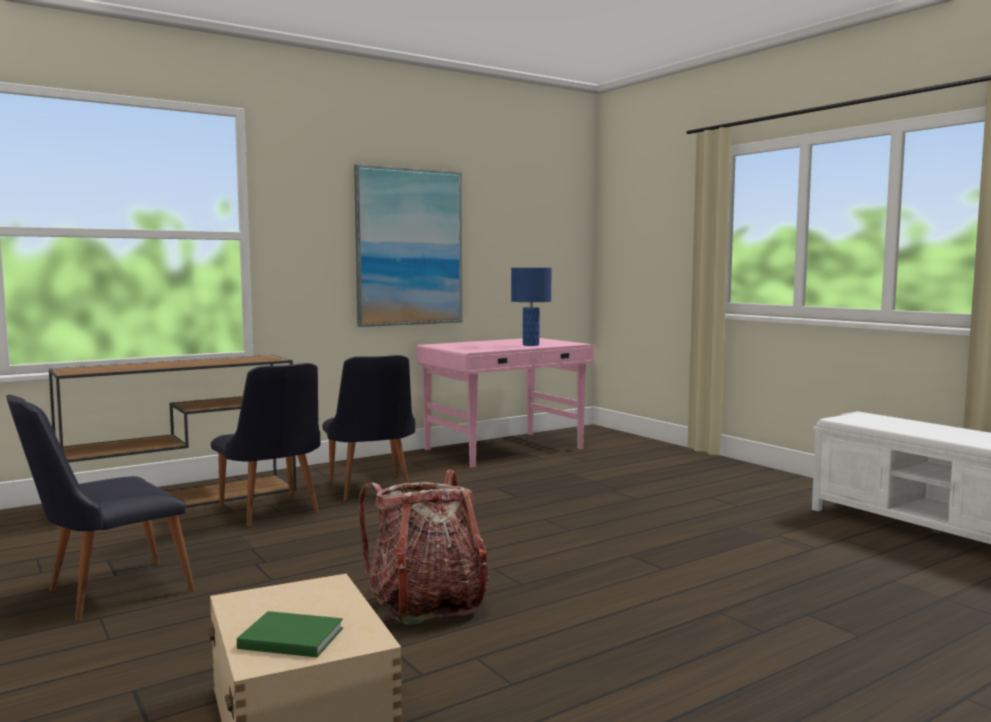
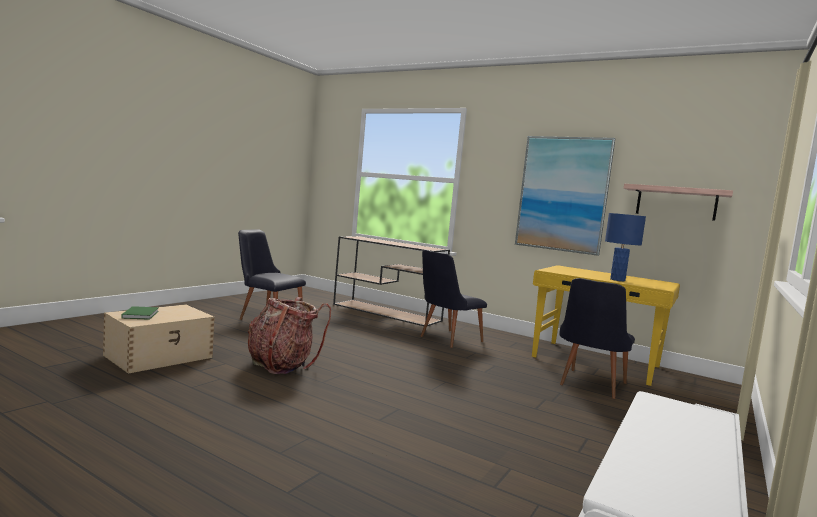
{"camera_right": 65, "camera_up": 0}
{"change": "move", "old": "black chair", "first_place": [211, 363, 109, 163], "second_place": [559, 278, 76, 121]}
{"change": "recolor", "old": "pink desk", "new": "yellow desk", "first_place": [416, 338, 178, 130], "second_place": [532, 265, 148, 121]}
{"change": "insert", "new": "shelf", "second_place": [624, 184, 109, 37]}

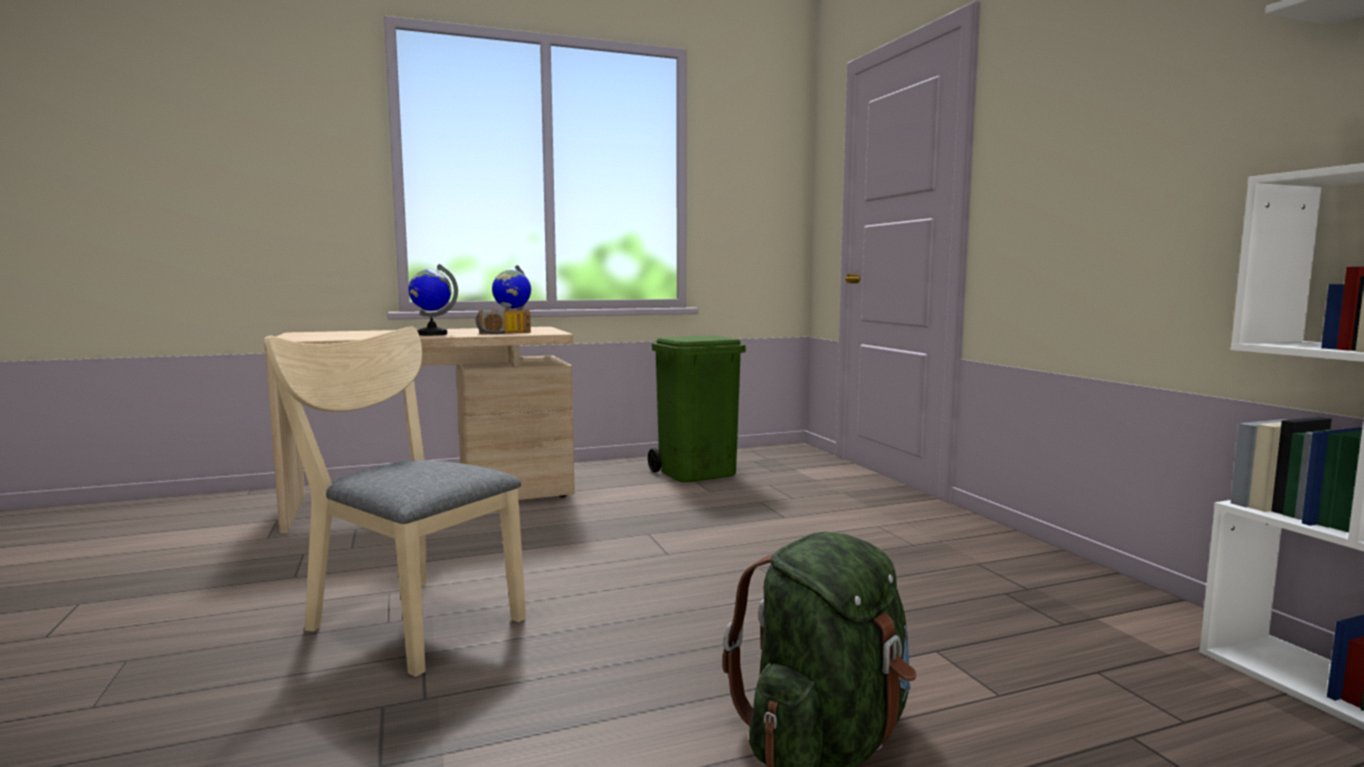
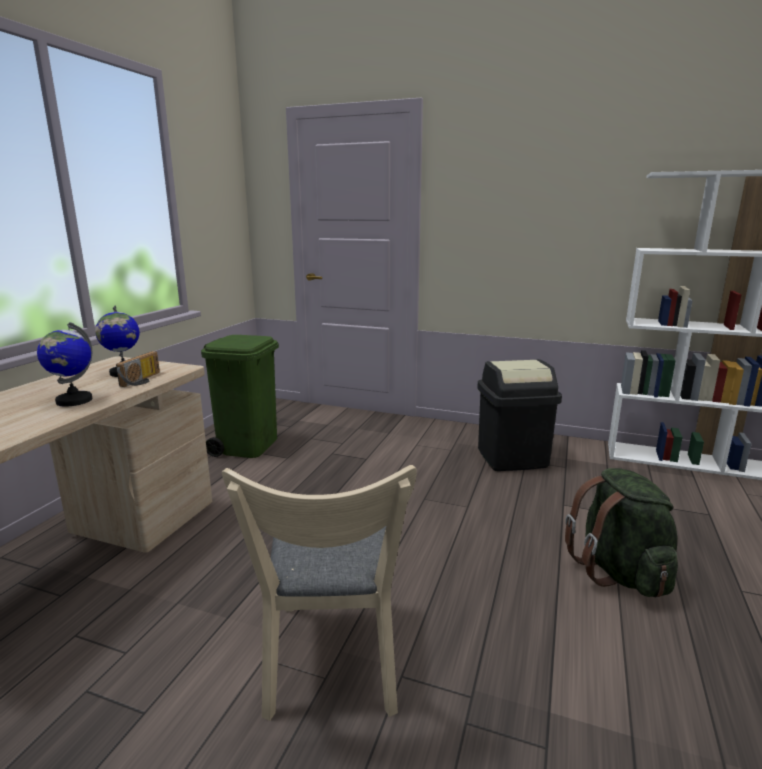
{"camera_right": -50, "camera_up": 10}
{"change": "rotate", "old": "beige chair", "first_place": [264, 327, 262, 350], "second_place": [222, 465, 195, 256], "degrees": -75}
{"change": "insert", "new": "black trash can", "second_place": [477, 359, 85, 112]}

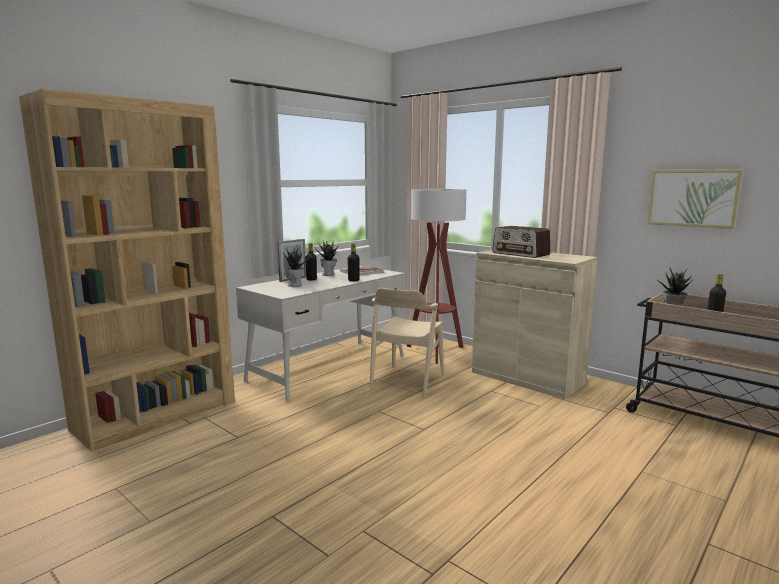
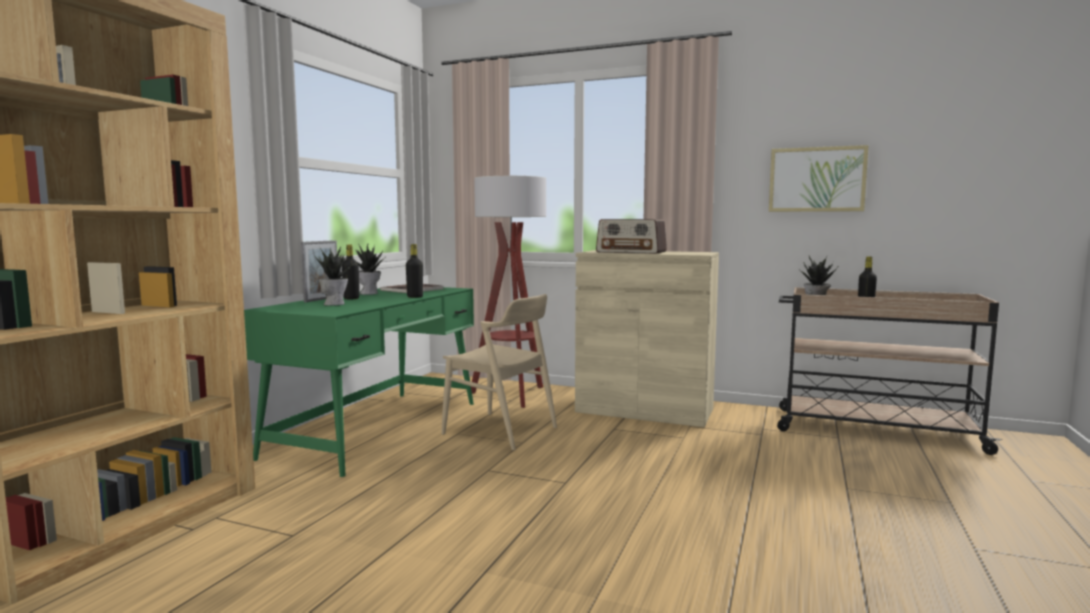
{"camera_right": -20, "camera_up": -5}
{"change": "recolor", "old": "white desk", "new": "green desk", "first_place": [236, 266, 169, 136], "second_place": [244, 287, 230, 190]}
{"change": "rotate", "old": "beige chair", "first_place": [370, 288, 74, 109], "second_place": [441, 294, 116, 156], "degrees": -60}

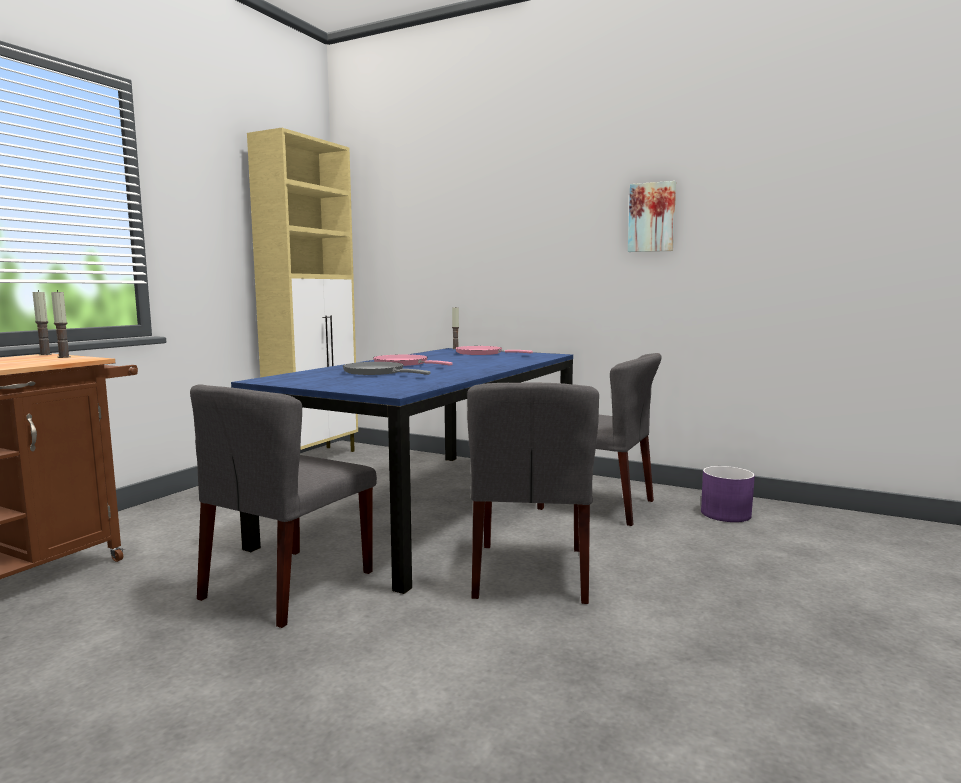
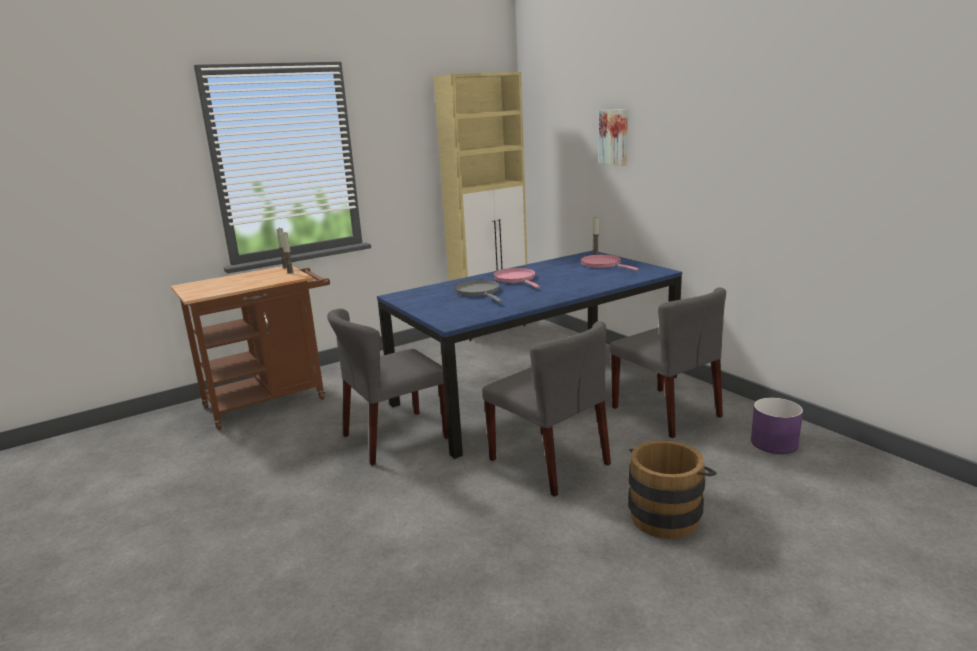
{"camera_right": 30, "camera_up": 10}
{"change": "rotate", "old": "grey chair", "first_place": [467, 383, 132, 221], "second_place": [482, 321, 129, 176], "degrees": -75}
{"change": "move", "old": "picture", "first_place": [628, 181, 48, 71], "second_place": [599, 109, 29, 57]}
{"change": "insert", "new": "brown bucket", "second_place": [628, 440, 89, 99]}

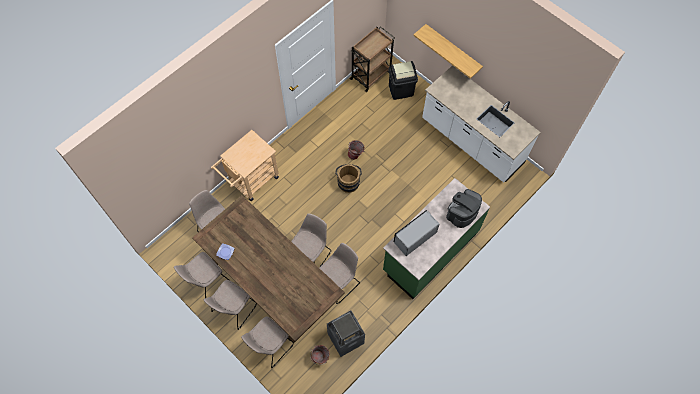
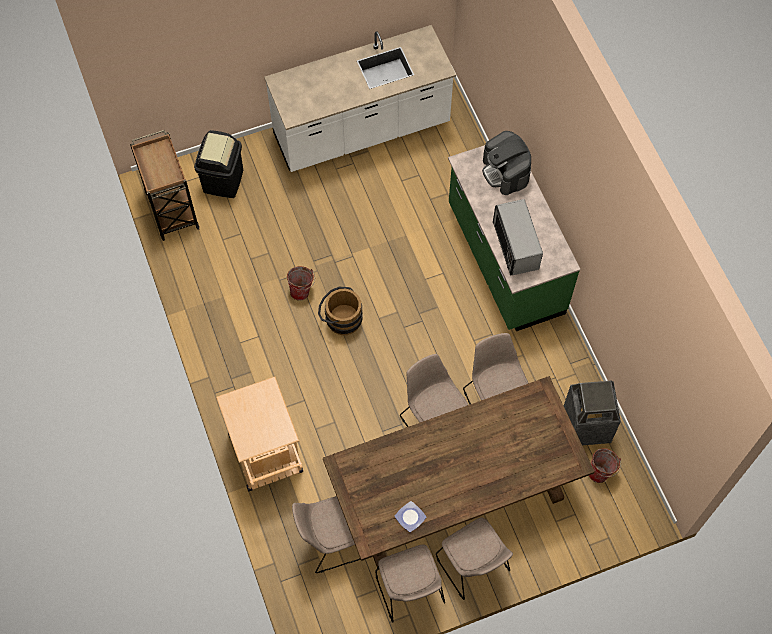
{"camera_right": -65, "camera_up": 0}
{"change": "delete", "old": "beige chair", "first_place": [241, 316, 53, 52]}
{"change": "delete", "old": "shelf", "first_place": [413, 24, 70, 55]}

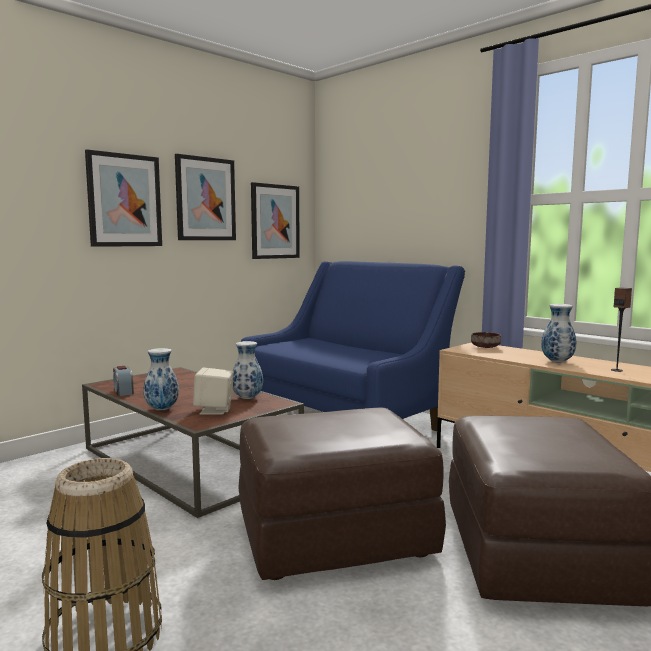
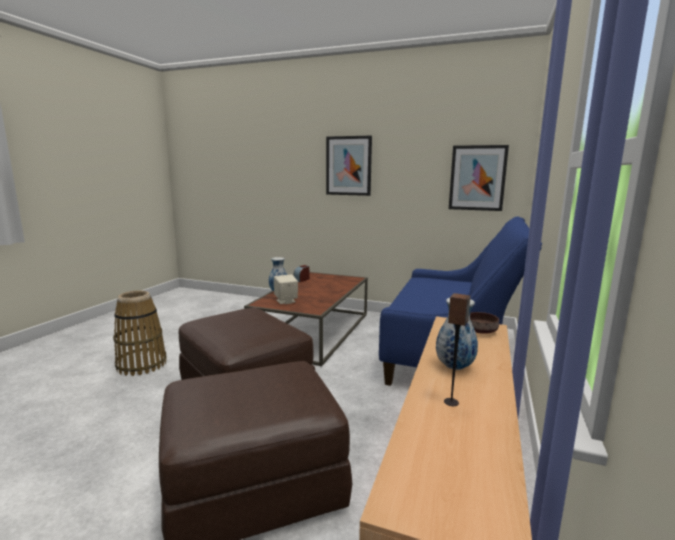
{"camera_right": 65, "camera_up": 5}
{"change": "delete", "old": "picture", "first_place": [175, 154, 61, 86]}
{"change": "delete", "old": "vase", "first_place": [233, 341, 30, 58]}

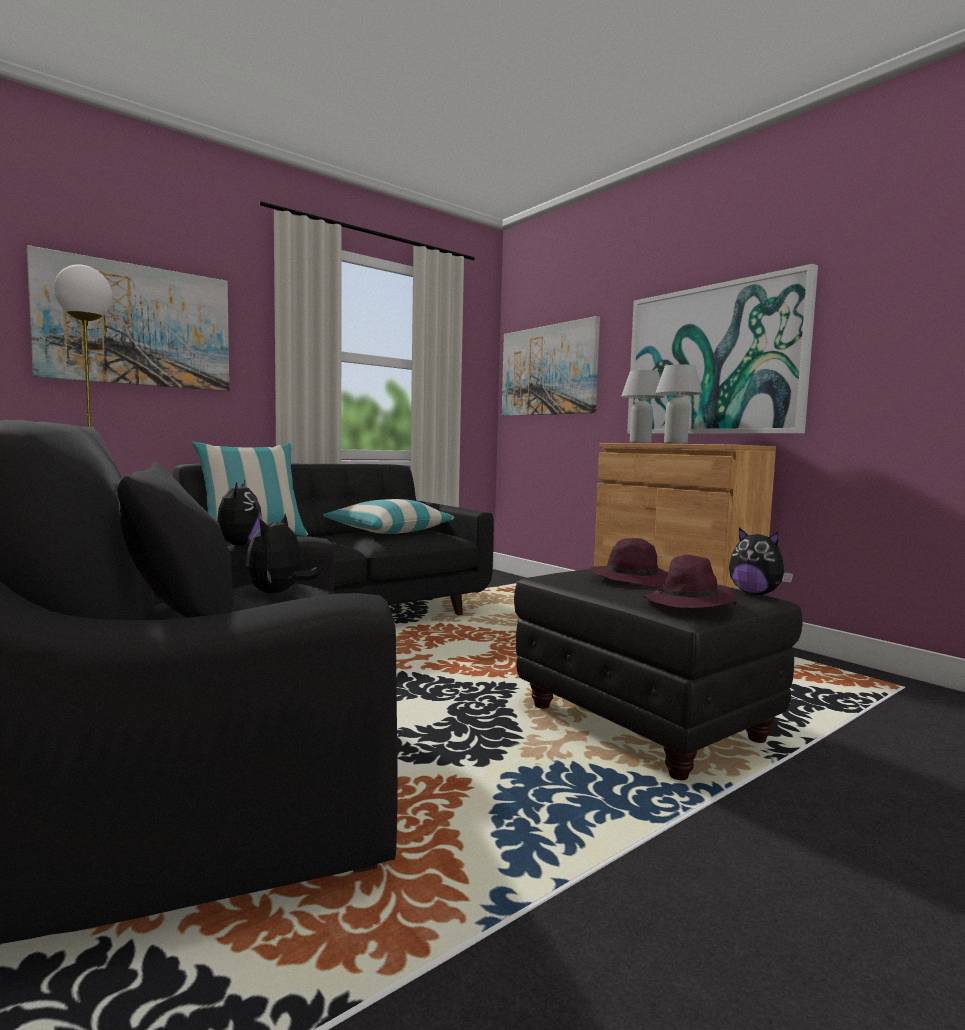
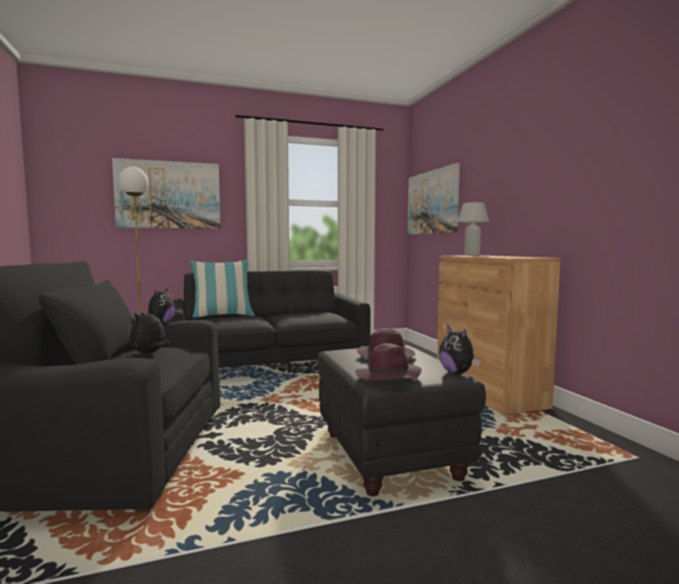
{"camera_right": 20, "camera_up": 0}
{"change": "delete", "old": "pillow", "first_place": [323, 499, 131, 35]}
{"change": "delete", "old": "picture", "first_place": [627, 264, 191, 170]}
{"change": "delete", "old": "white table lamp", "first_place": [655, 364, 48, 80]}

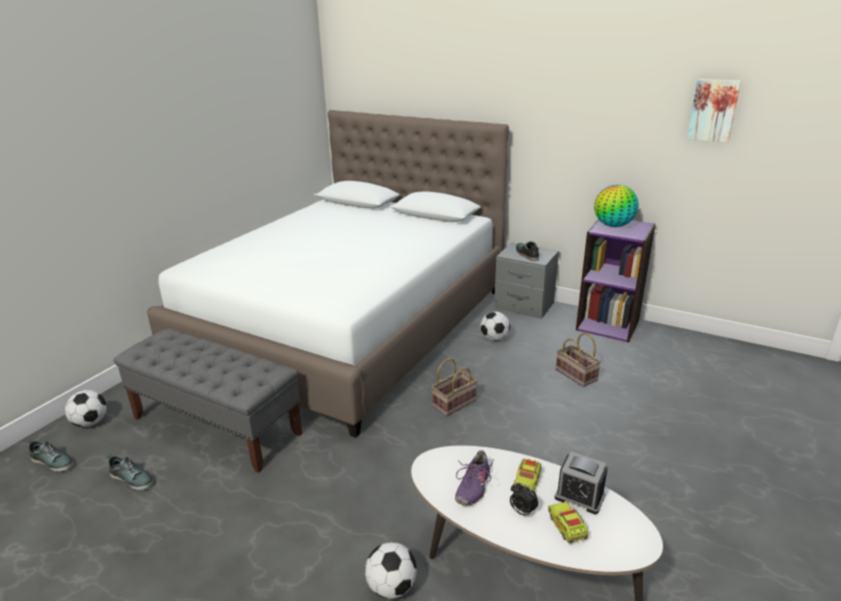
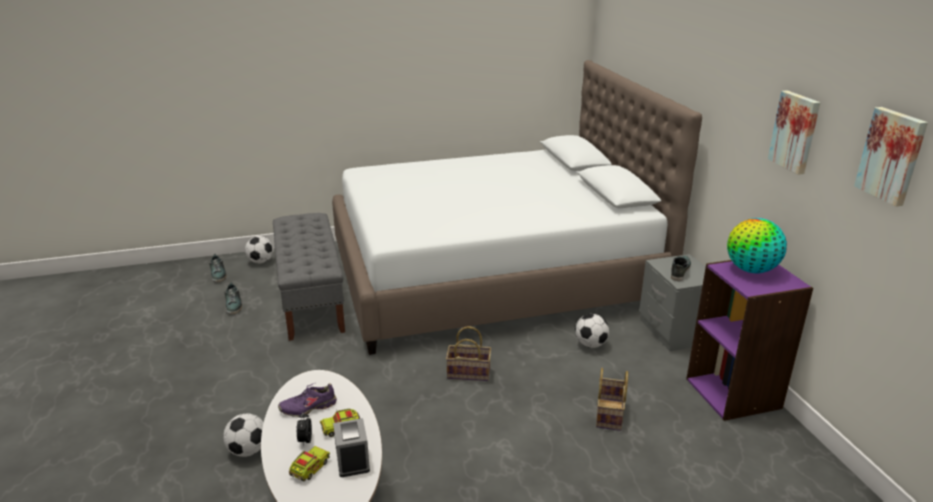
{"camera_right": 45, "camera_up": 0}
{"change": "insert", "new": "picture", "second_place": [768, 90, 53, 85]}

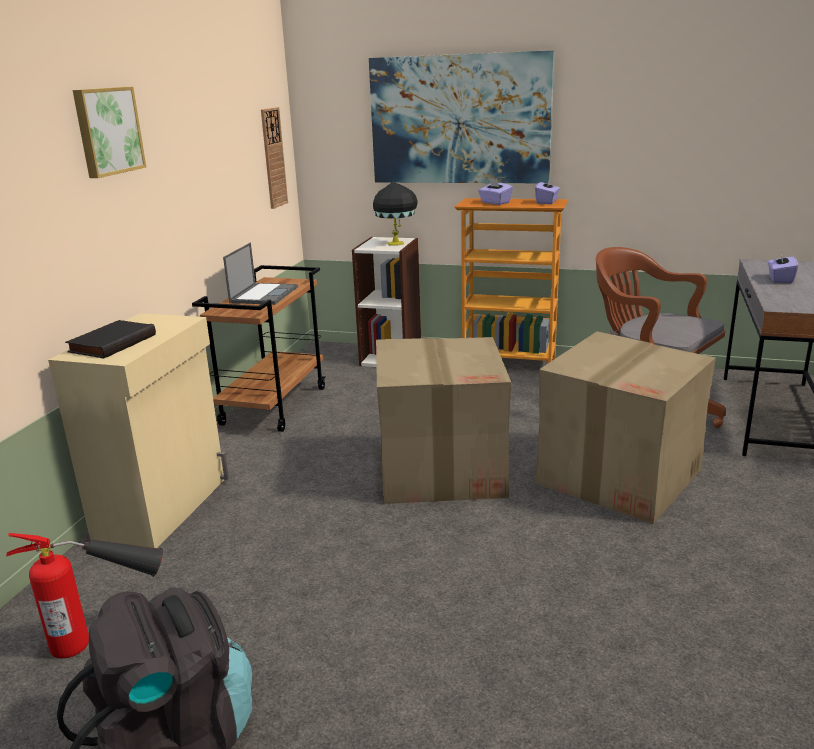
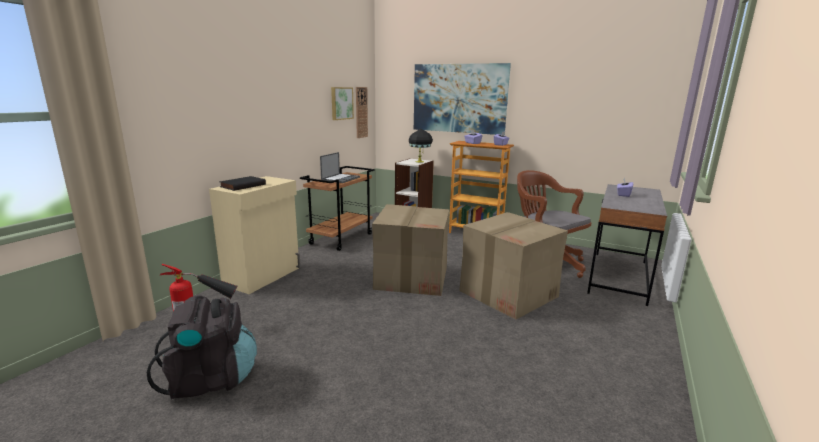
{"camera_right": 10, "camera_up": -5}
{"change": "move", "old": "picture", "first_place": [73, 87, 73, 91], "second_place": [331, 87, 23, 33]}

